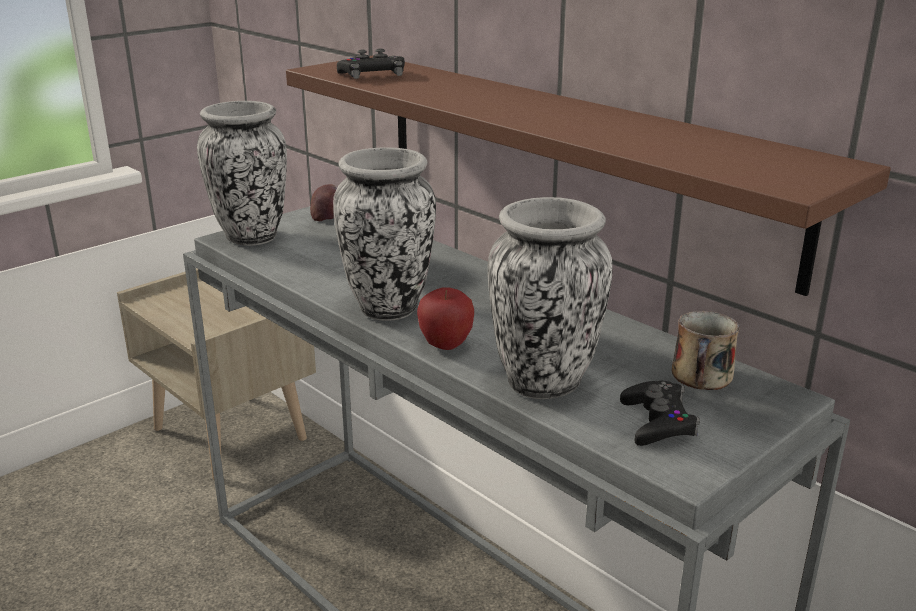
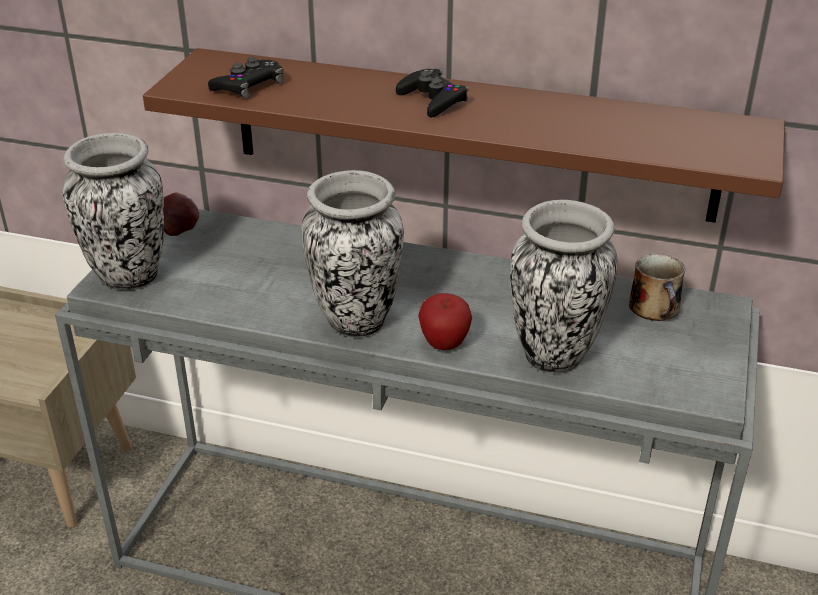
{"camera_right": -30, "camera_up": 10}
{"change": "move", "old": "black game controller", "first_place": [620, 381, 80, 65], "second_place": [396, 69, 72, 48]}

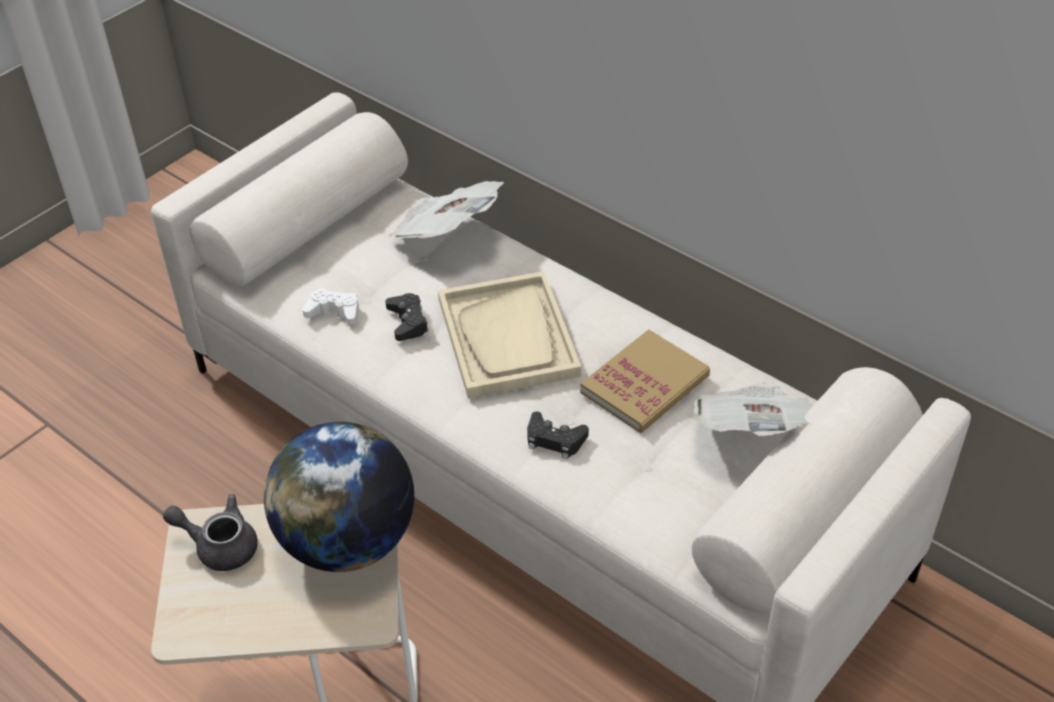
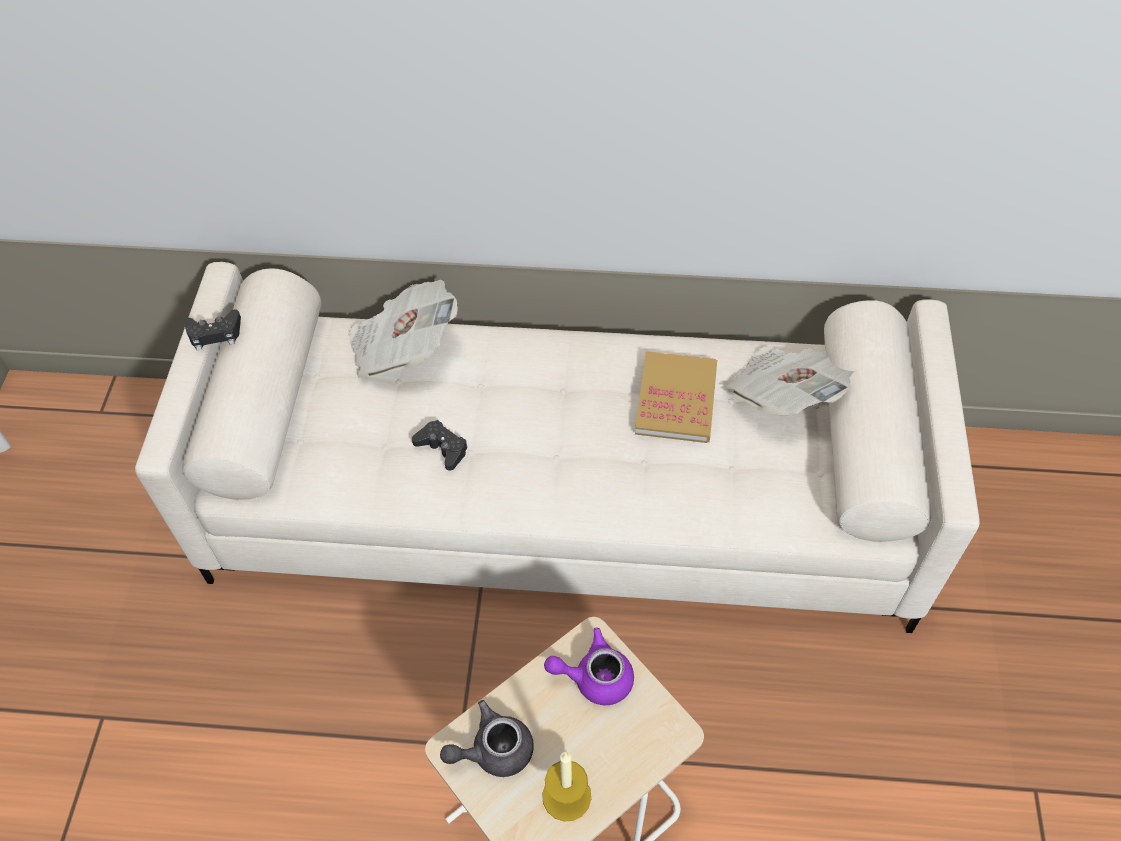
{"camera_right": -35, "camera_up": 10}
{"change": "replace", "old": "globe", "new": "purple teapot", "first_place": [264, 422, 150, 150], "second_place": [544, 627, 90, 78]}
{"change": "delete", "old": "white game controller", "first_place": [302, 288, 57, 37]}
{"change": "delete", "old": "beige tray", "first_place": [438, 271, 143, 127]}
{"change": "move", "old": "black game controller", "first_place": [527, 412, 62, 47], "second_place": [184, 309, 57, 41]}
{"change": "insert", "new": "candle", "second_place": [542, 752, 49, 70]}

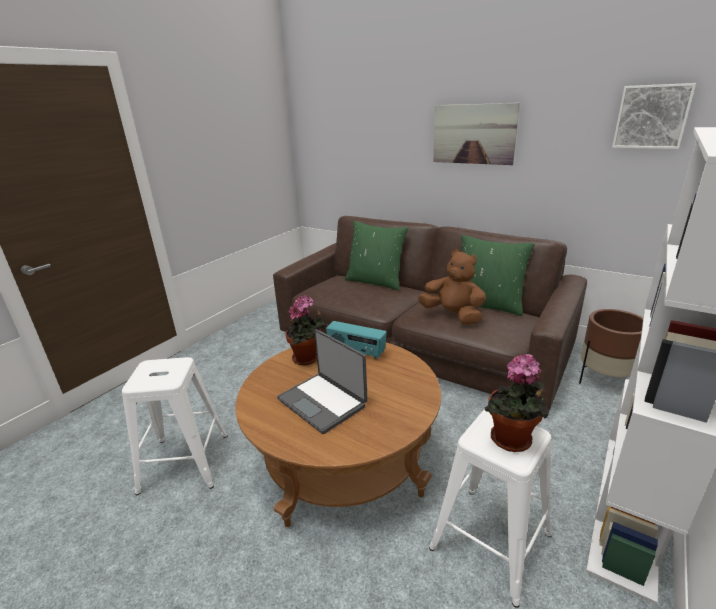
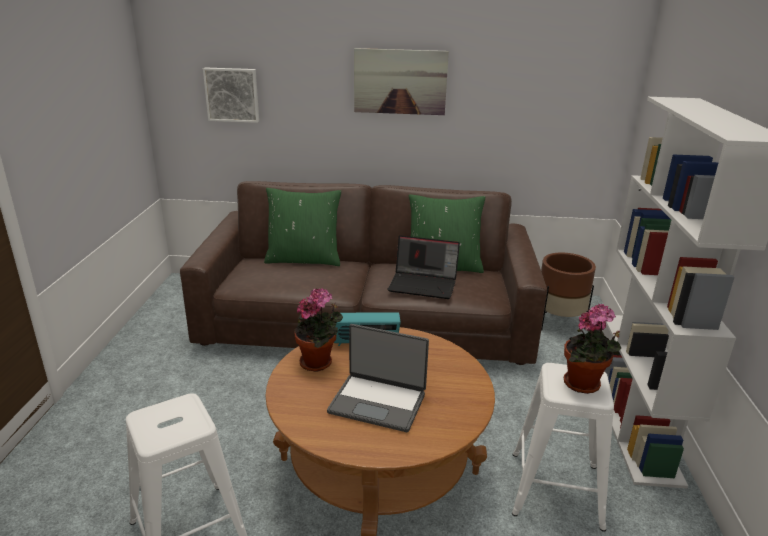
{"camera_right": -30, "camera_up": 0}
{"change": "replace", "old": "brown plush toy", "new": "laptop", "first_place": [418, 249, 68, 76], "second_place": [387, 235, 73, 64]}
{"change": "move", "old": "picture", "first_place": [612, 83, 84, 66], "second_place": [203, 68, 56, 55]}

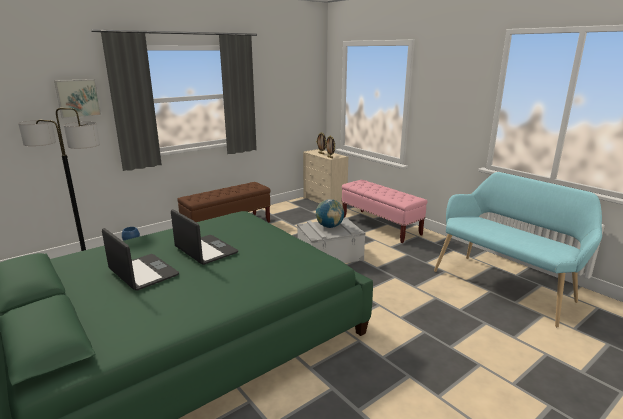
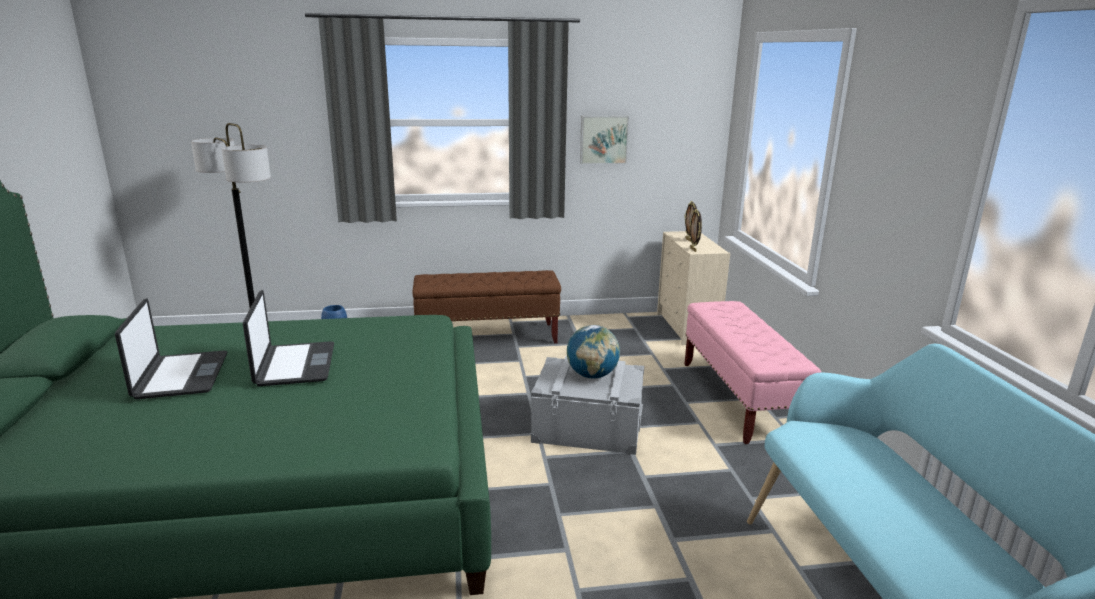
{"camera_right": 30, "camera_up": 0}
{"change": "move", "old": "picture", "first_place": [54, 79, 47, 39], "second_place": [580, 116, 49, 48]}

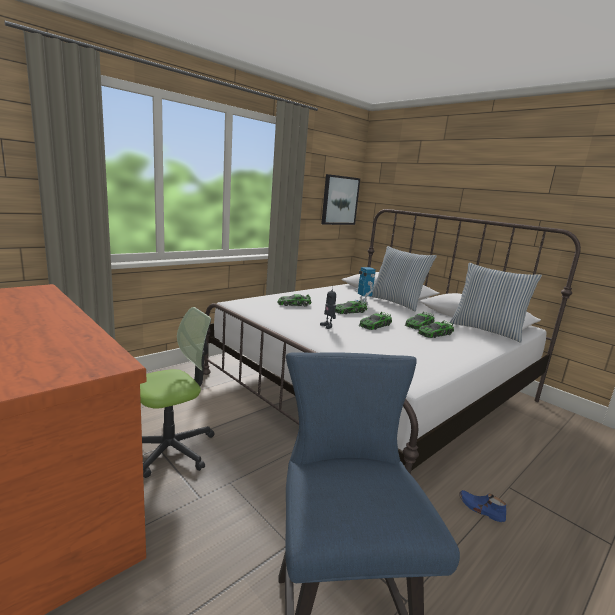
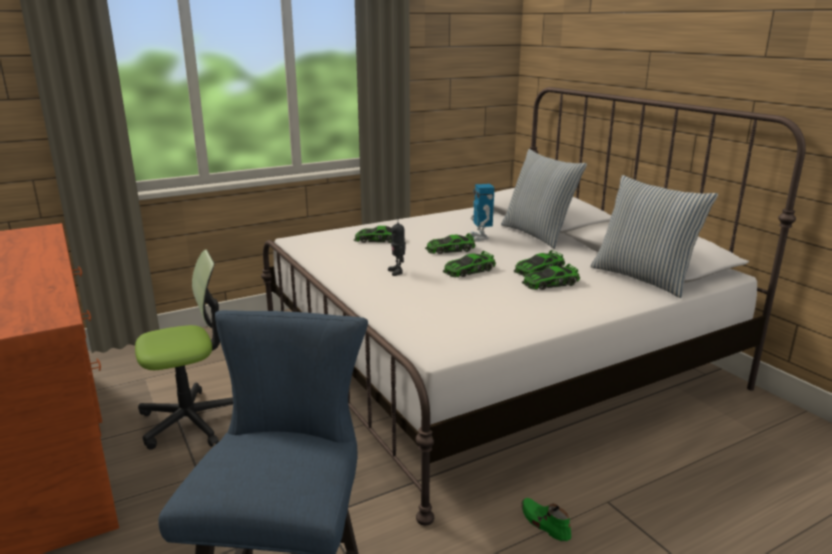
{"camera_right": 15, "camera_up": 5}
{"change": "delete", "old": "picture", "first_place": [321, 174, 39, 51]}
{"change": "recolor", "old": "blue shoe", "new": "green shoe", "first_place": [459, 490, 47, 32], "second_place": [521, 498, 50, 43]}

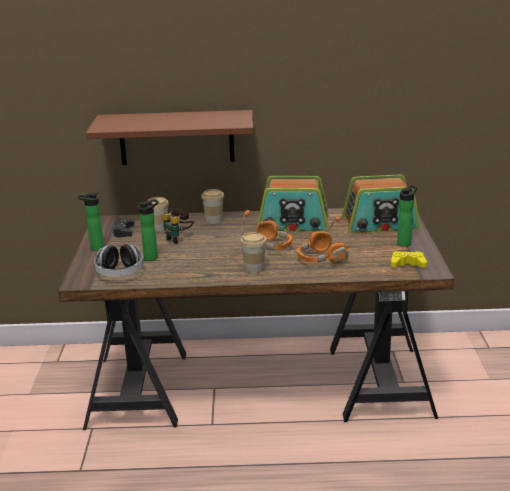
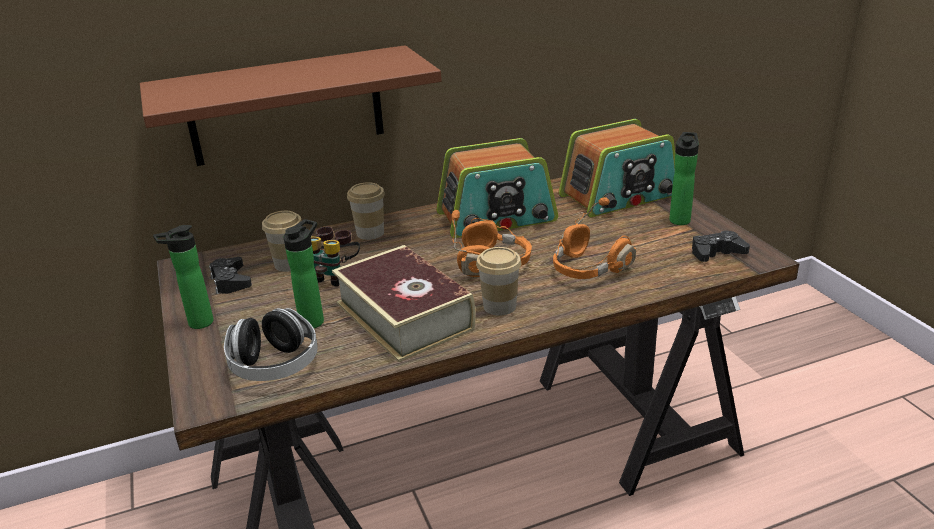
{"camera_right": -20, "camera_up": 5}
{"change": "recolor", "old": "yellow game controller", "new": "black game controller", "first_place": [391, 251, 36, 17], "second_place": [692, 230, 58, 32]}
{"change": "insert", "new": "book", "second_place": [332, 245, 144, 117]}

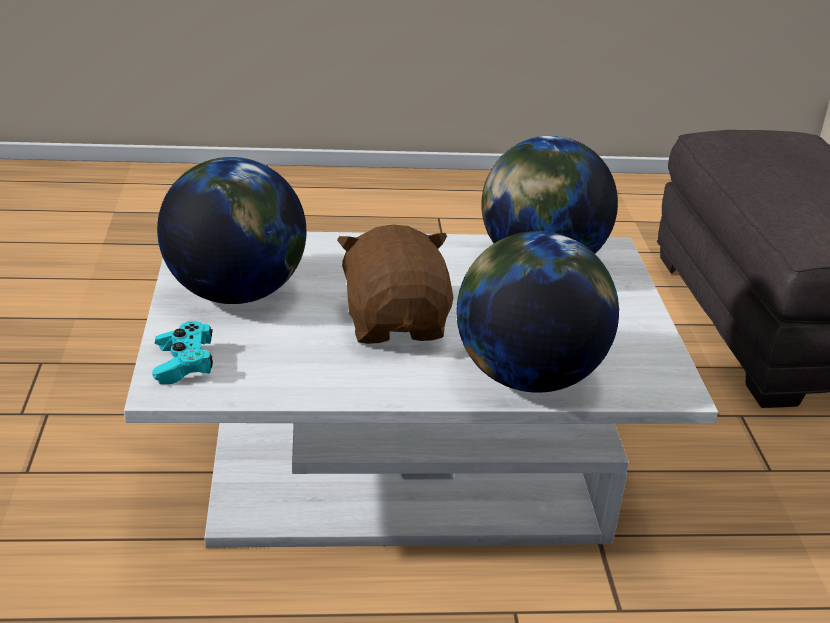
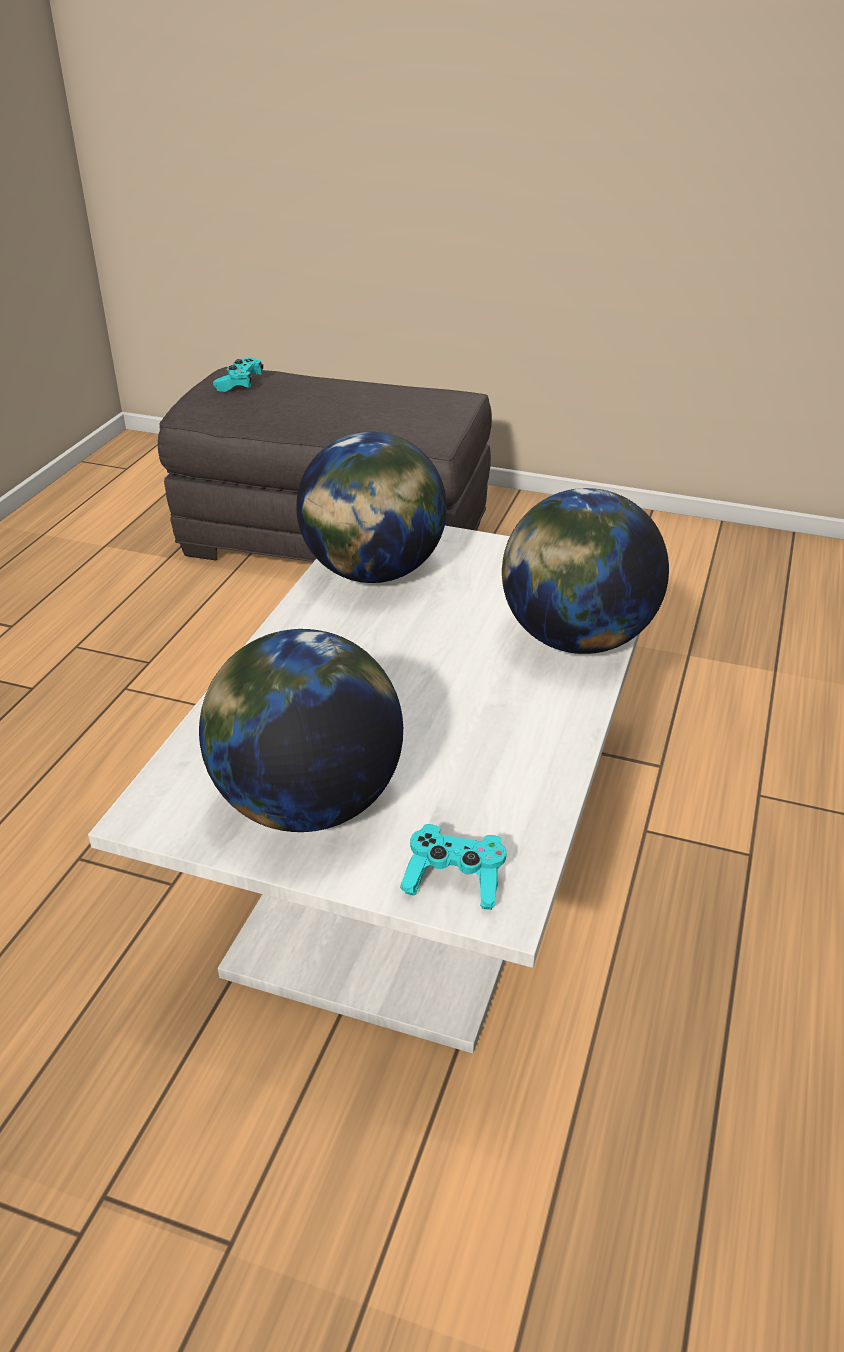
{"camera_right": -65, "camera_up": 5}
{"change": "delete", "old": "brown plush toy", "first_place": [337, 224, 117, 120]}
{"change": "insert", "new": "turquoise game controller", "second_place": [213, 358, 50, 34]}

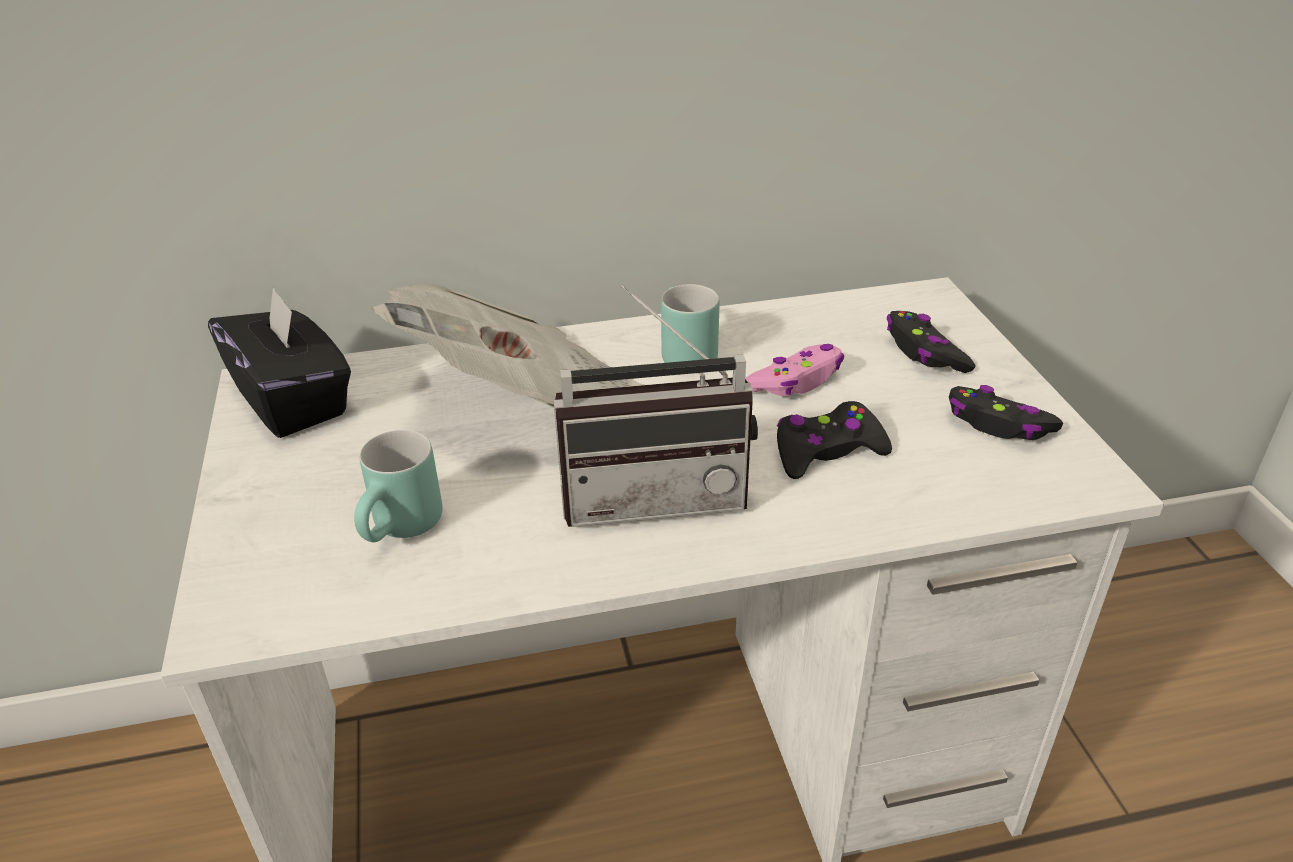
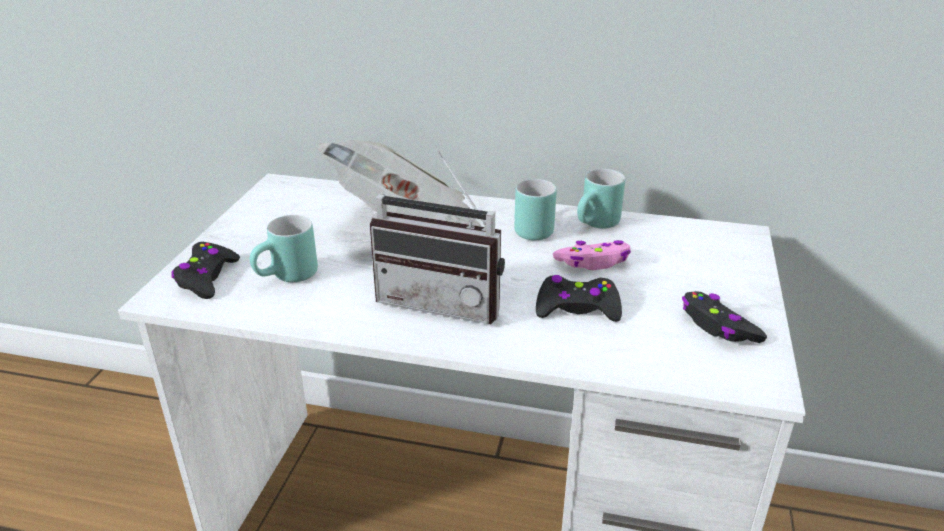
{"camera_right": 25, "camera_up": -5}
{"change": "delete", "old": "black tissue box", "first_place": [208, 286, 143, 152]}
{"change": "move", "old": "black game controller", "first_place": [887, 311, 88, 62], "second_place": [171, 242, 69, 57]}
{"change": "insert", "new": "turquoise mug", "second_place": [577, 169, 48, 59]}

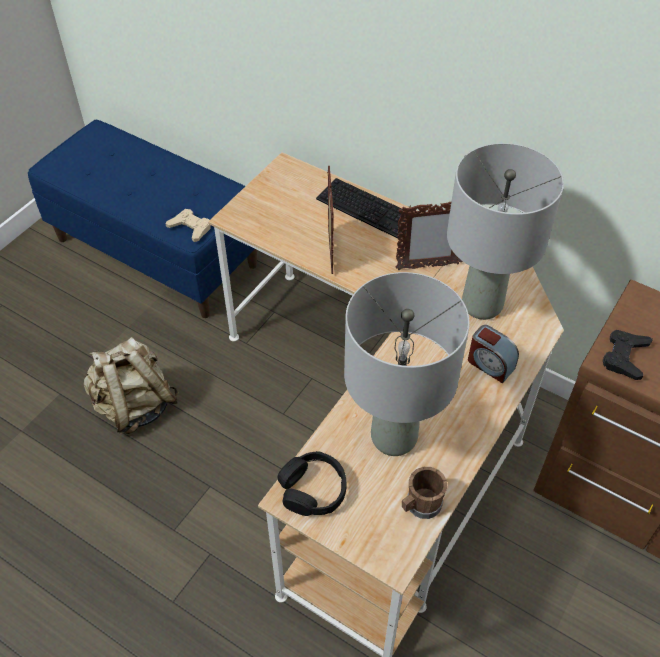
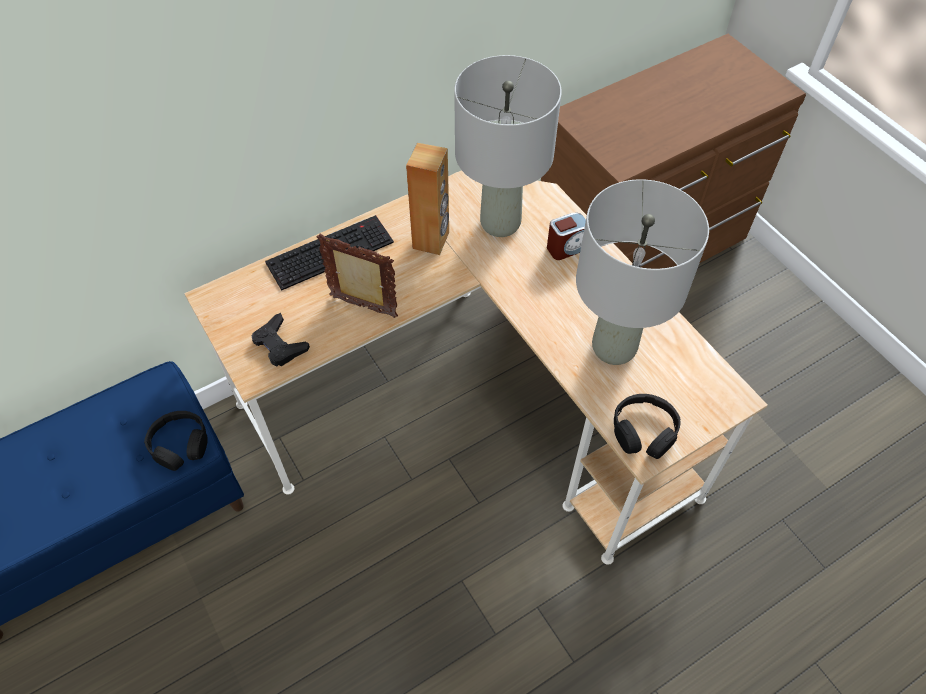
{"camera_right": -65, "camera_up": 5}
{"change": "delete", "old": "beige backpack", "first_place": [83, 337, 95, 97]}
{"change": "replace", "old": "beige game controller", "new": "black headphones", "first_place": [165, 209, 46, 33], "second_place": [144, 411, 64, 60]}
{"change": "replace", "old": "picture frame", "new": "brown speaker", "first_place": [396, 202, 67, 68], "second_place": [406, 143, 43, 112]}
{"change": "delete", "old": "brown mug", "first_place": [402, 467, 45, 52]}
{"change": "move", "old": "black game controller", "first_place": [603, 330, 50, 50], "second_place": [252, 313, 58, 53]}

